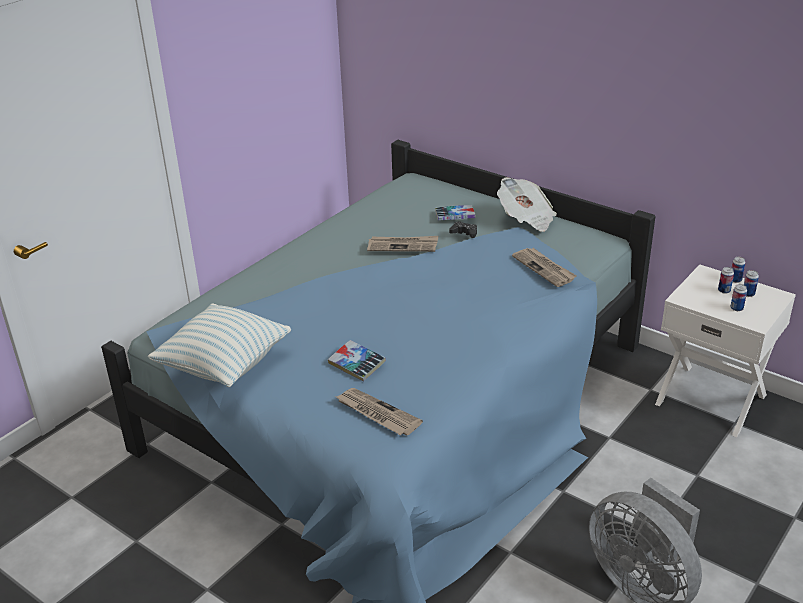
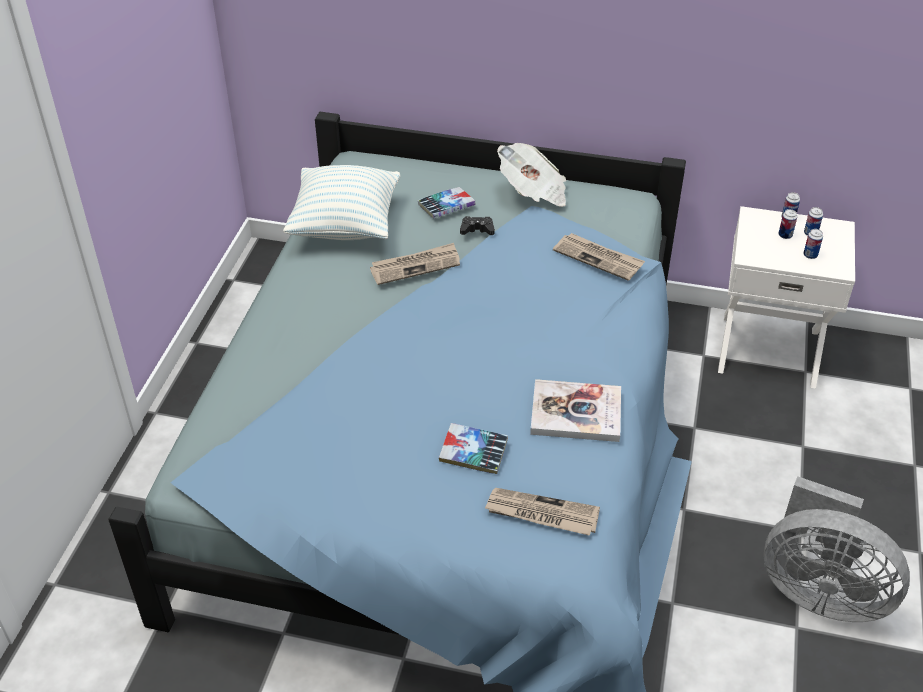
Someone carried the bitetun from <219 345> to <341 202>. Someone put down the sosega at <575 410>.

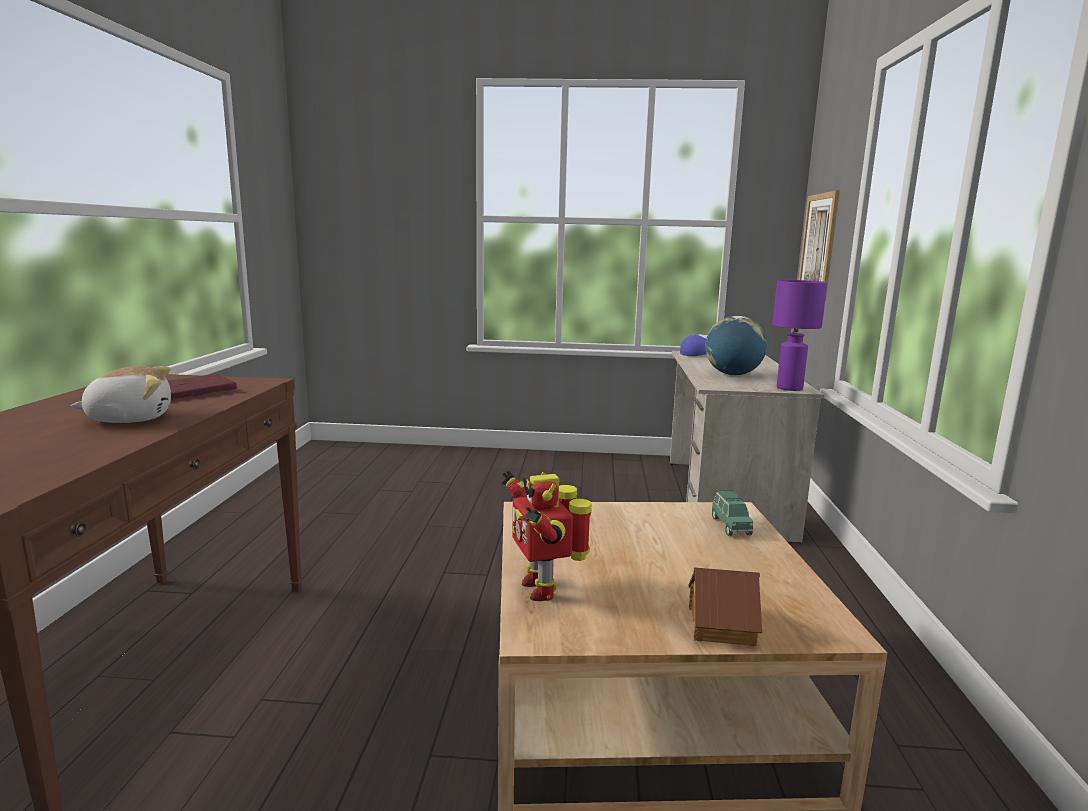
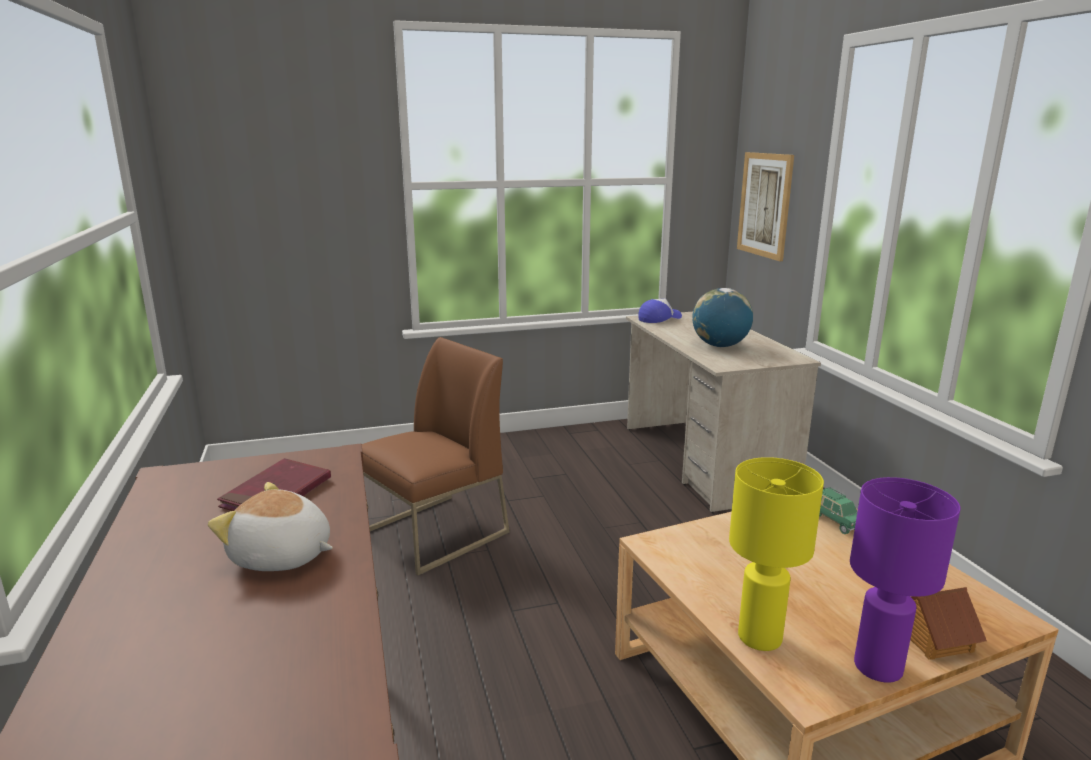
Someone rotated the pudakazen at <121 394> by 120 degrees counterclockwise. Someone put down the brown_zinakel at <435 456>. Someone swapped the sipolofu at <546 536> for the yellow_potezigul at <776 554>. Someone carried the purple_potezigul from <800 335> to <905 580>.

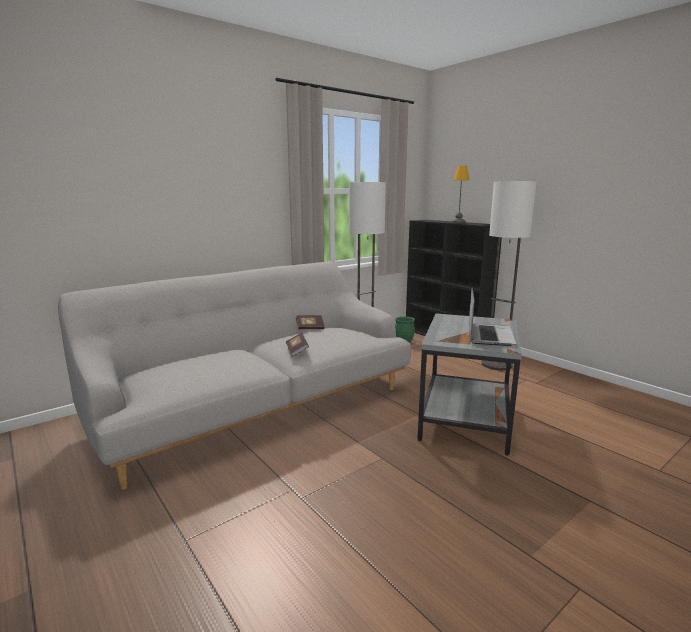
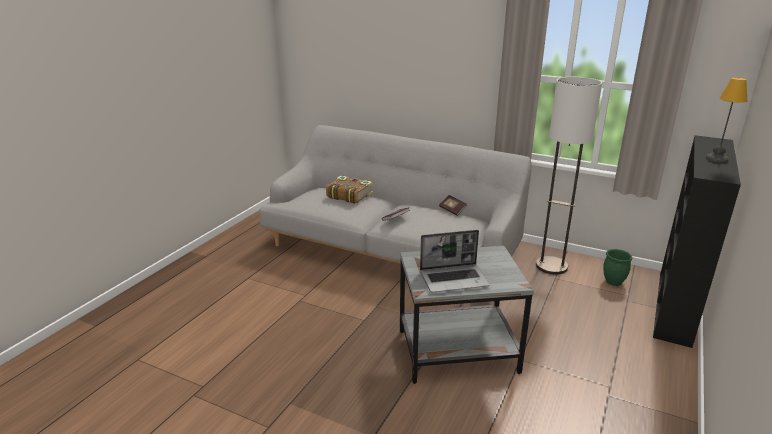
Someone put down the sosega at <349 189>. Someone took away the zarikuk at <509 275>.

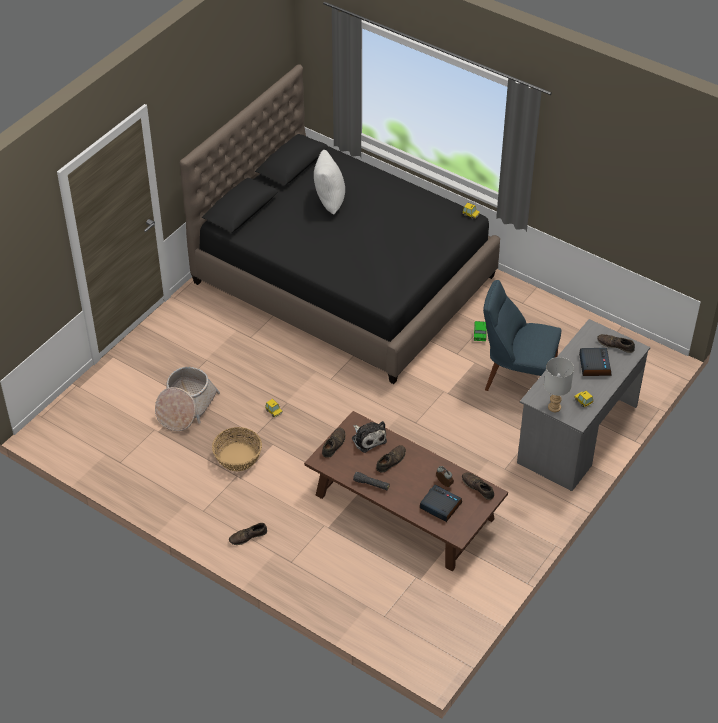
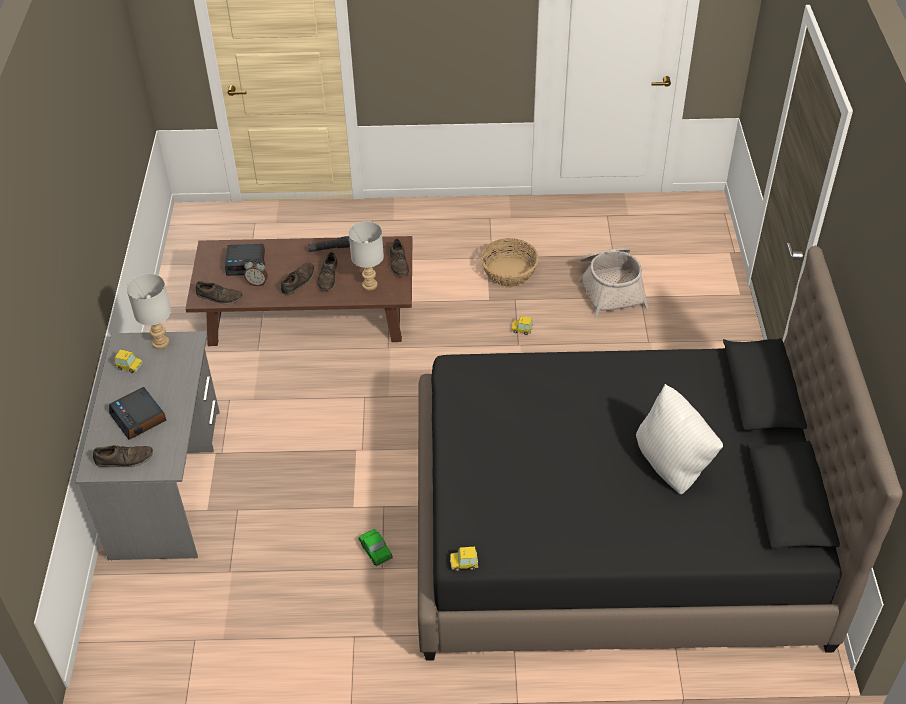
Someone carried the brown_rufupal from <248 534> to <297 278>. Someone swapped the pudakazen at <369 437> for the grey_potezigul at <366 256>. Someone took away the blue_zinakel at <522 335>.

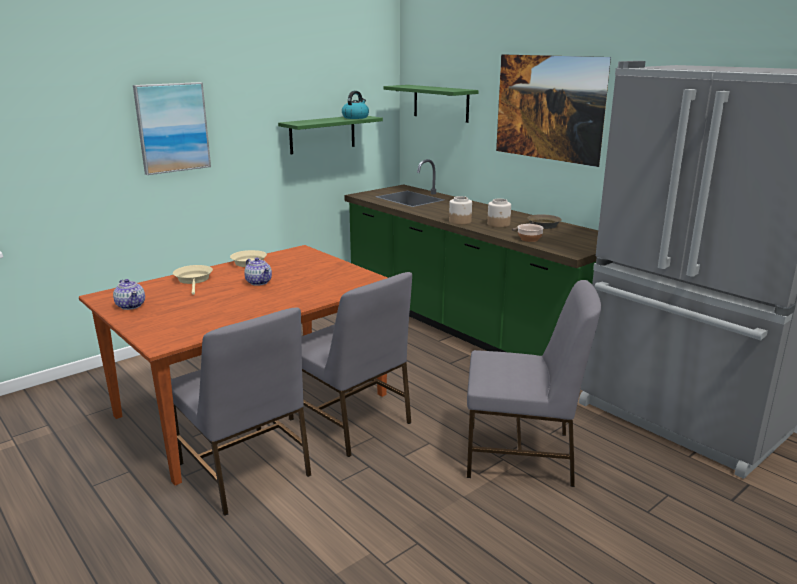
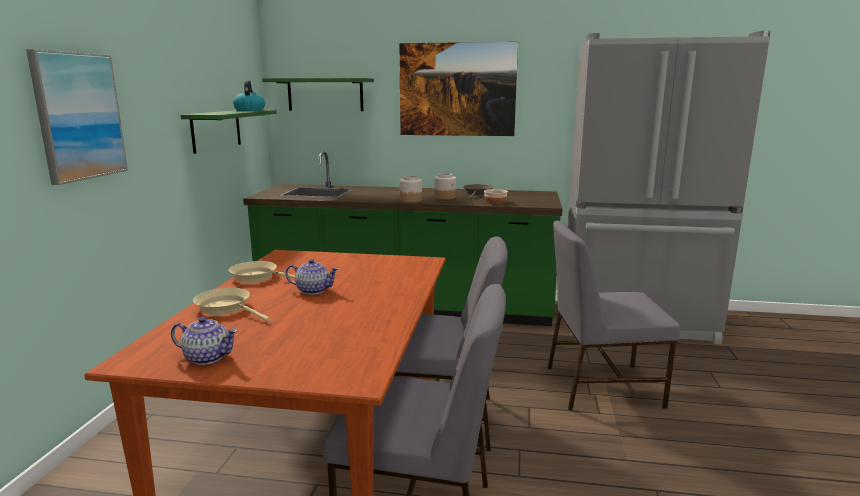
Someone rotated the grey_zinakel at <534 383> by 150 degrees counterclockwise.

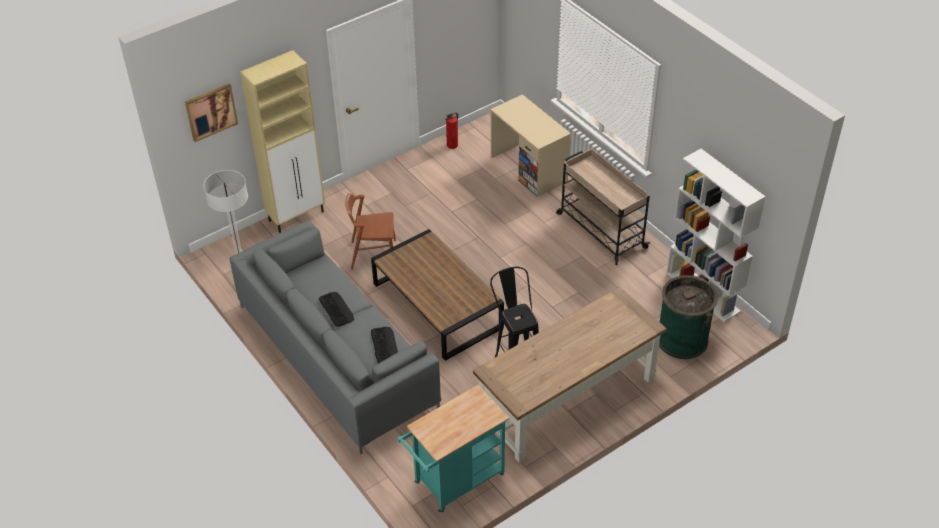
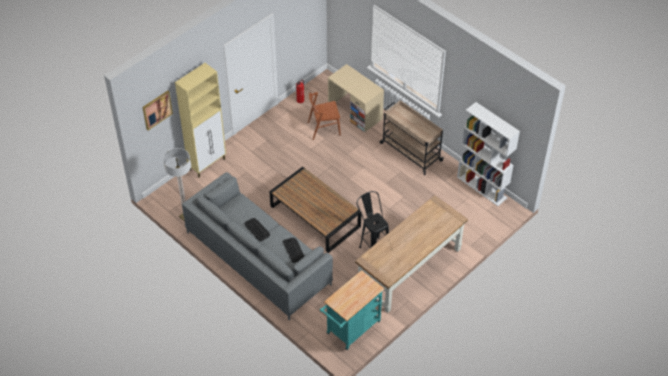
Someone carried the brown_zinakel from <370 231> to <324 116>. Someone took away the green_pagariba at <688 317>.

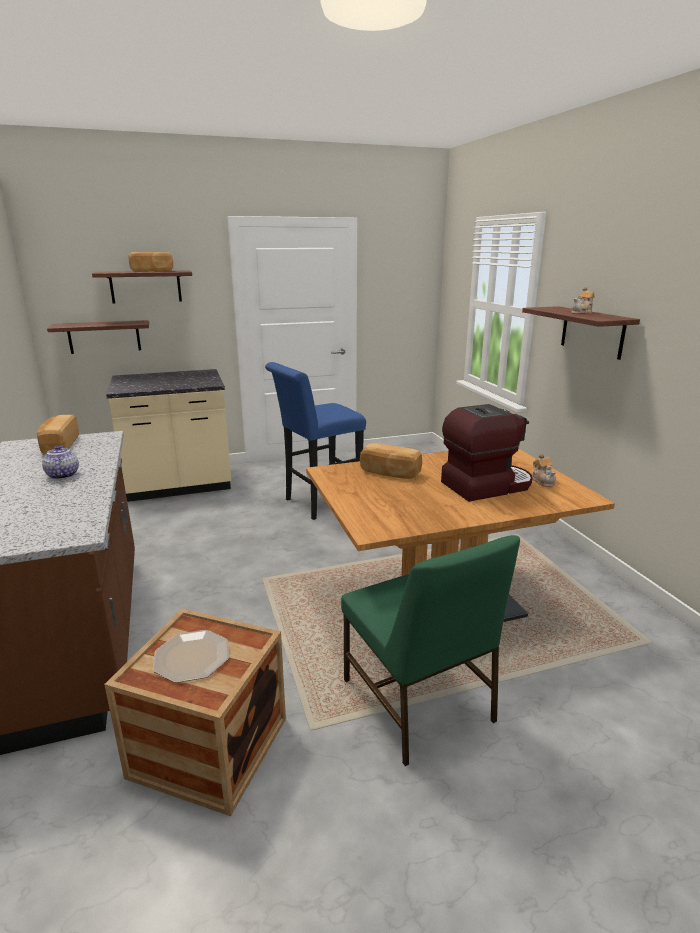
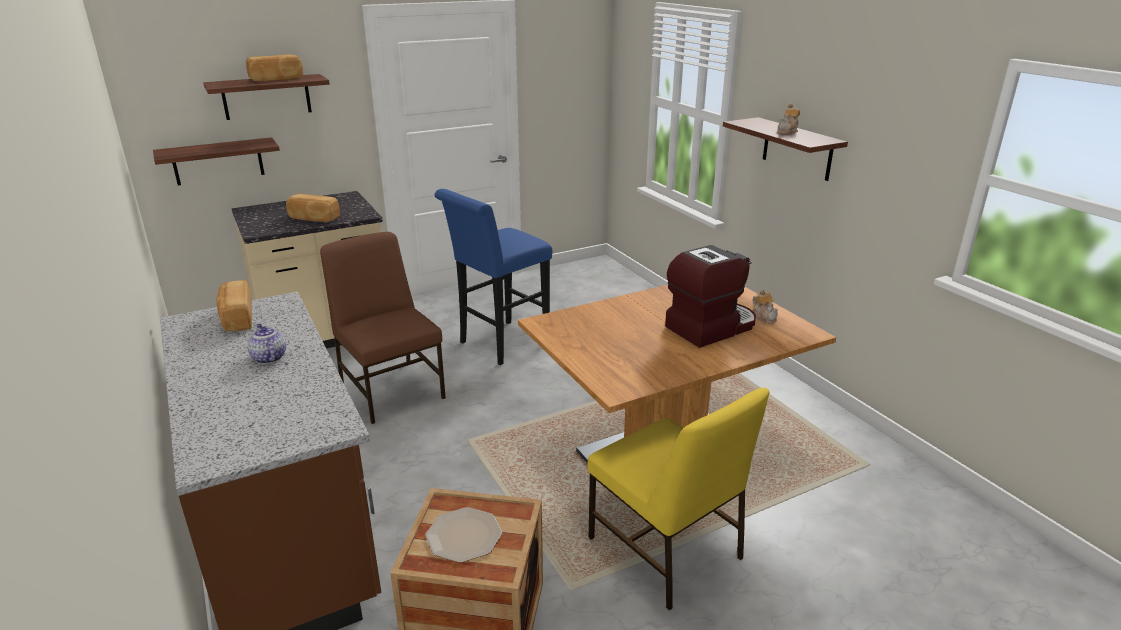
Someone carried the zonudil from <391 460> to <313 208>. Someone put down the brown_zinakel at <383 328>. Someone repainted the green_zinakel at <430 650>, which became the yellow_zinakel at <678 499>.

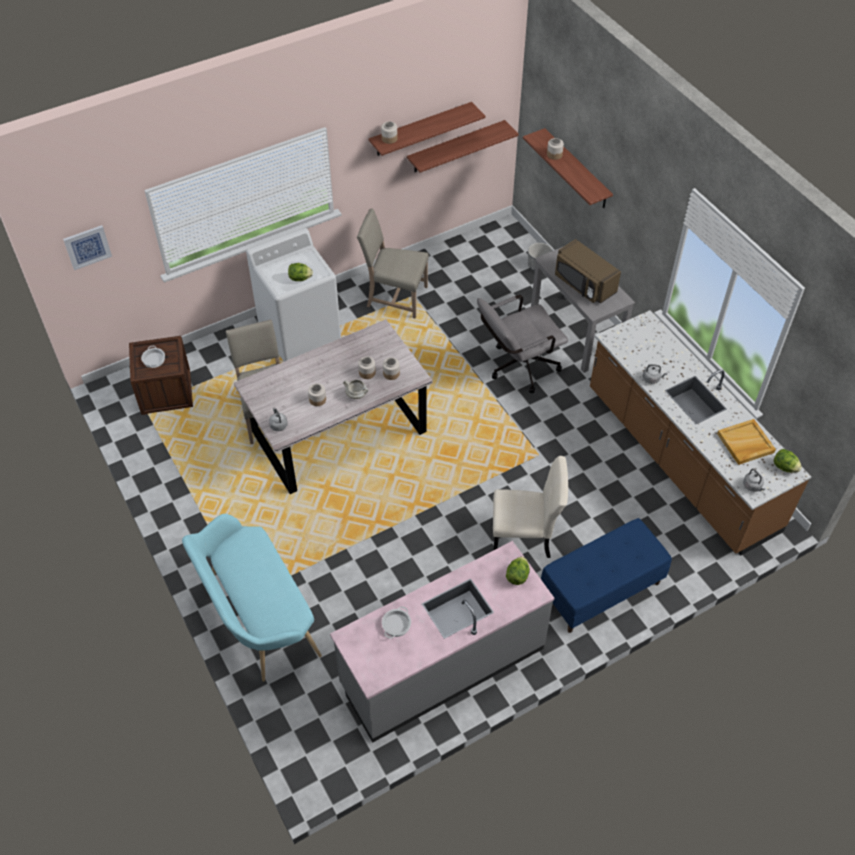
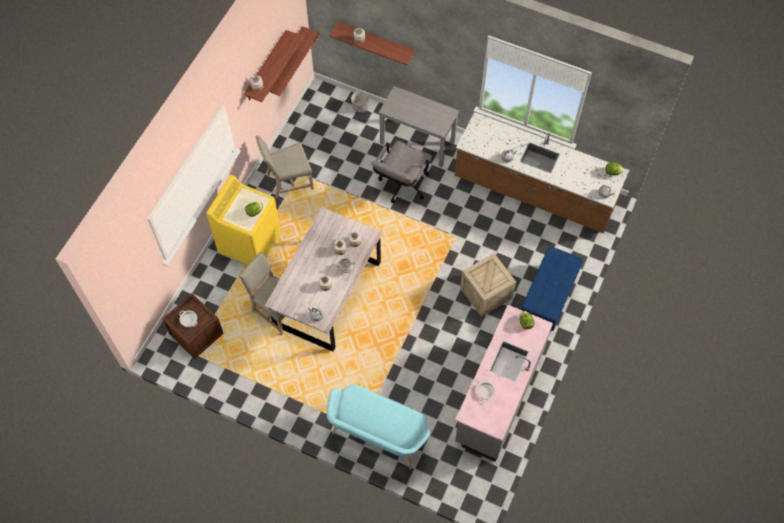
Someone repainted the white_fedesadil at <293 295>, which became the yellow_fedesadil at <244 220>. Someone swapped the beige_zinakel at <530 507> for the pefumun at <488 285>. Someone took away the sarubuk at <87 247>. Someone took away the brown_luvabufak at <588 271>. Someone took away the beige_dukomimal at <746 442>.

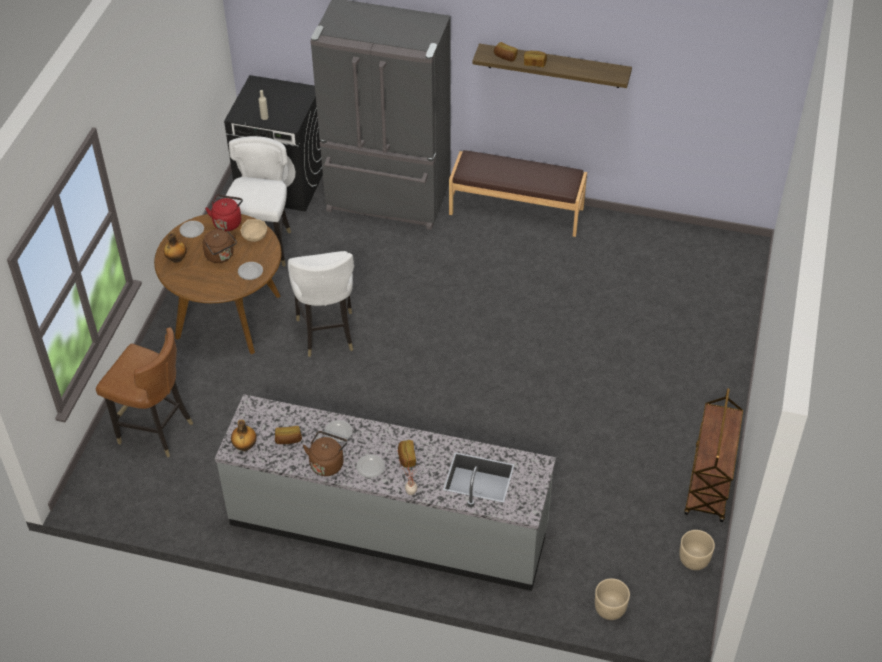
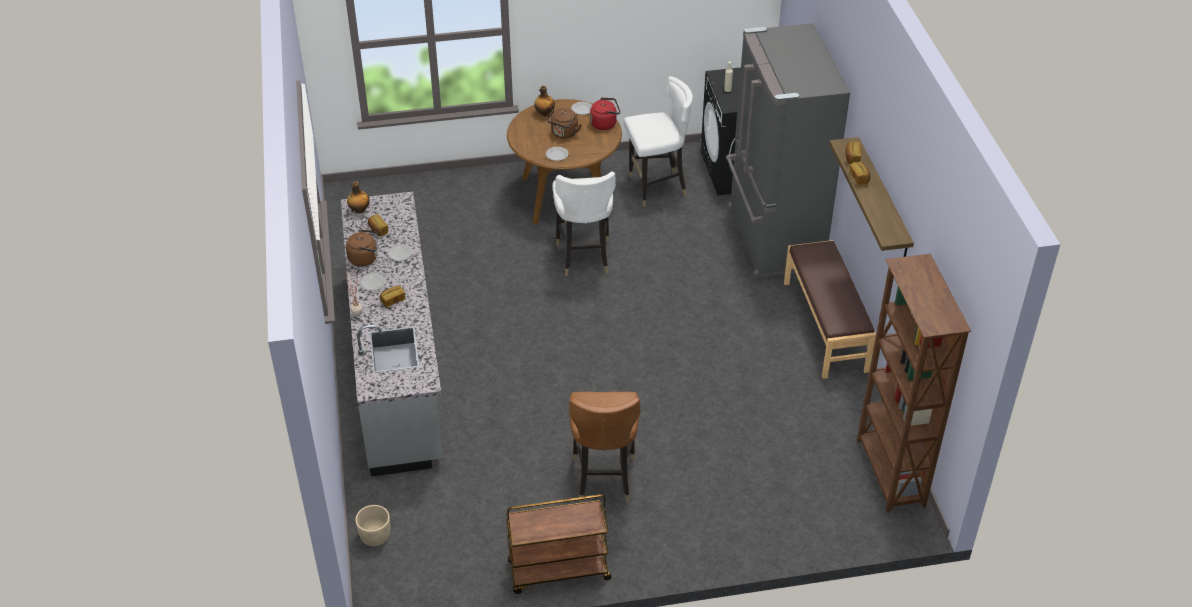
Someone rotated the white_zinakel at <321 304> by 60 degrees counterclockwise. Someone carried the brown_zinakel from <144 392> to <605 447>. Someone put down the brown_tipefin at <914 383>. Someone took away the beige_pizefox at <253 230>. Someone took away the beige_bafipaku at <697 550>.

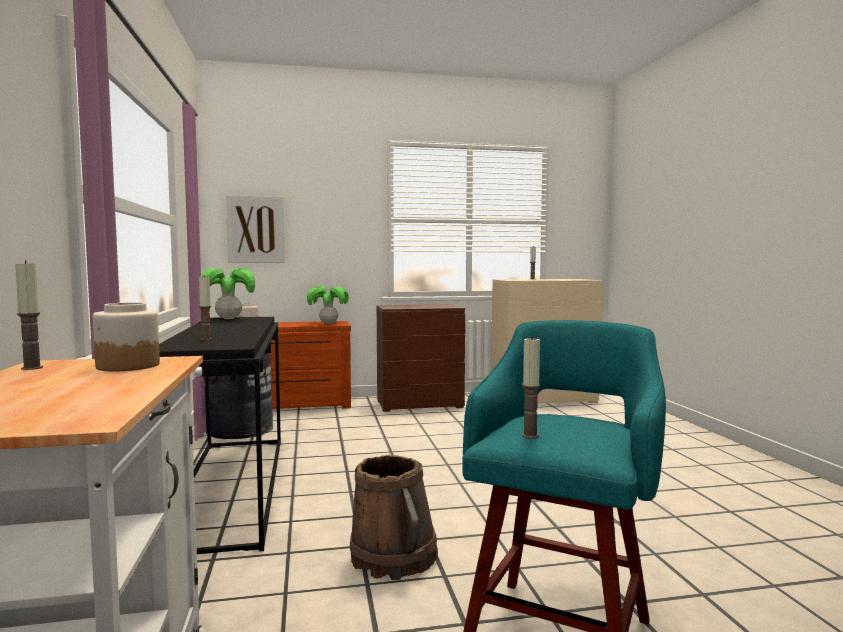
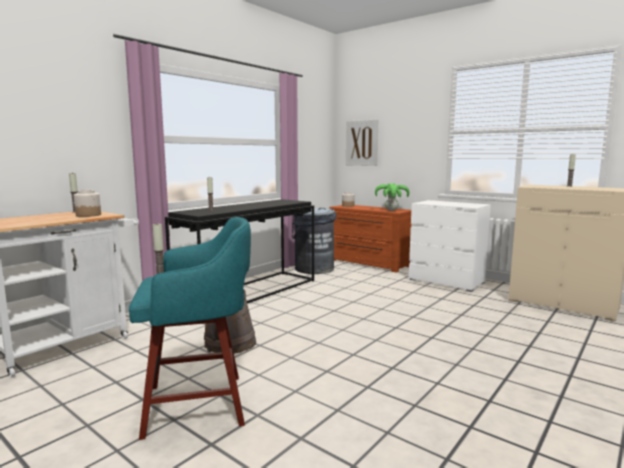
Someone repainted the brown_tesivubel at <421 358>, which became the white_tesivubel at <450 246>. Someone took away the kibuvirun at <228 293>.

